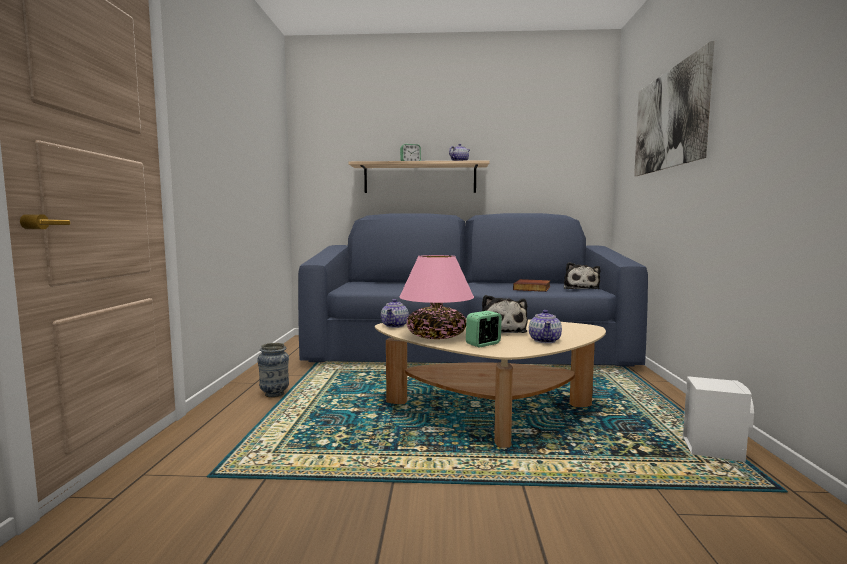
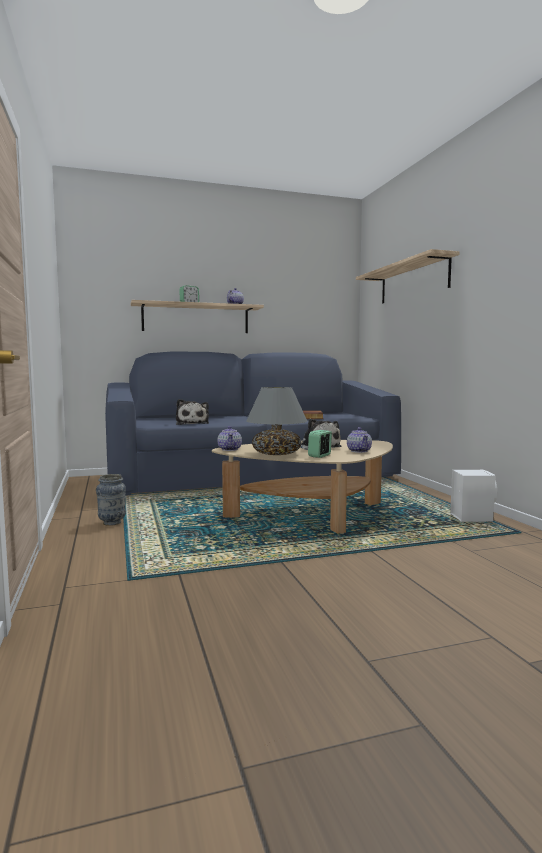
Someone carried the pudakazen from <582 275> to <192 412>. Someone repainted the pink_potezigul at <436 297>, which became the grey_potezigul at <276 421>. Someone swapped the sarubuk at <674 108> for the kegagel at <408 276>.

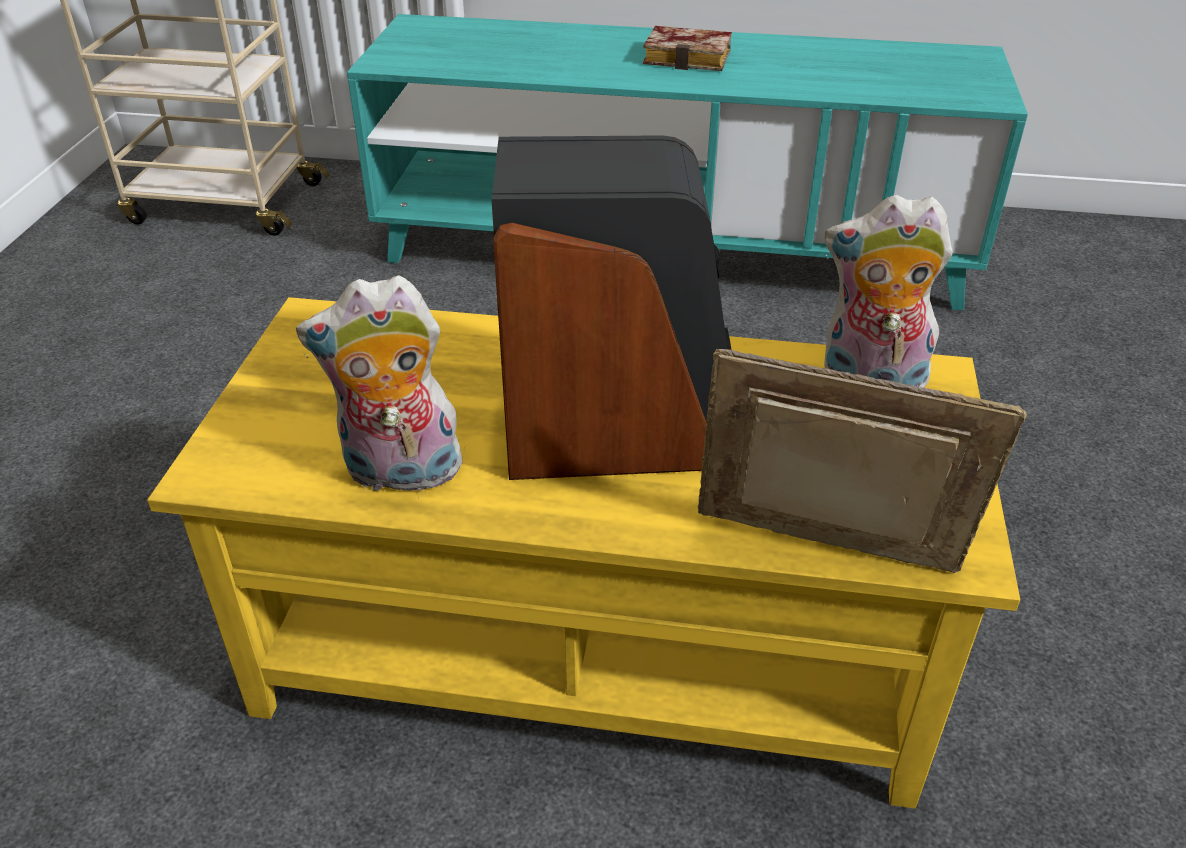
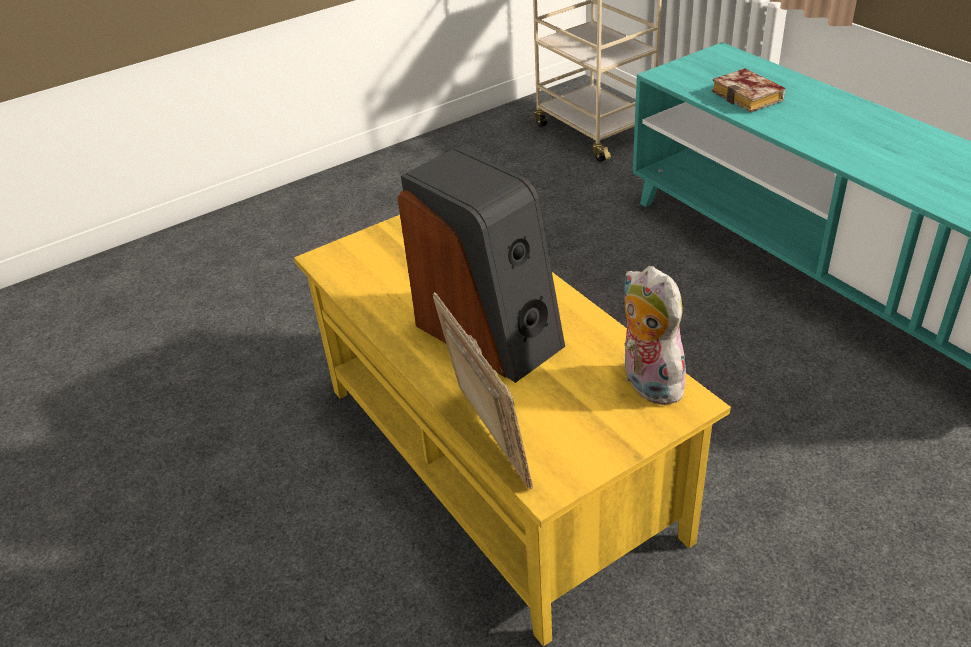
Someone carried the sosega from <687 48> to <749 90>. Someone took away the pudakazen at <382 386>.

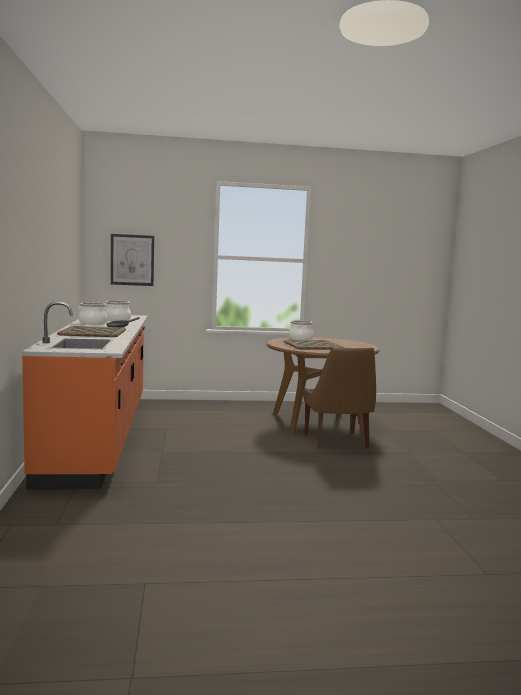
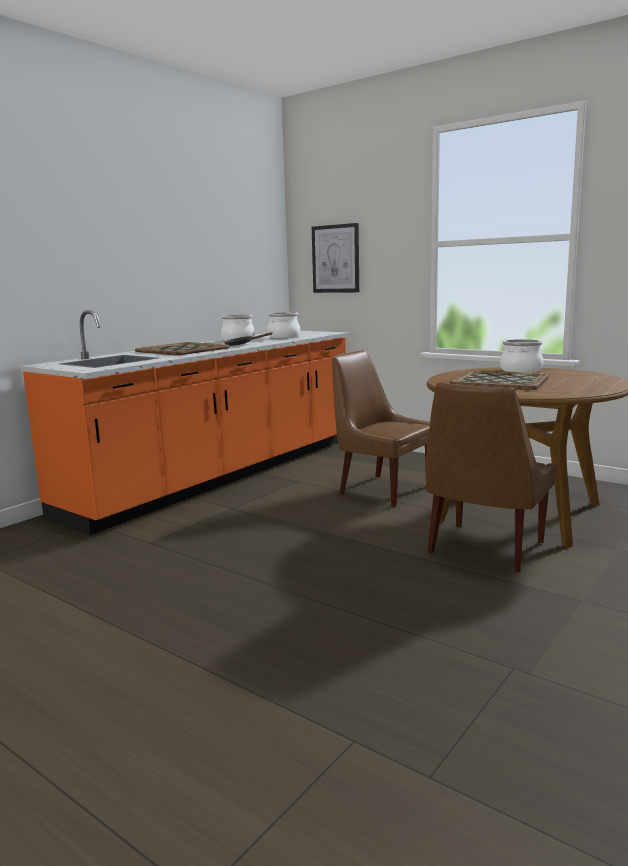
Someone put down the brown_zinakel at <381 429>.

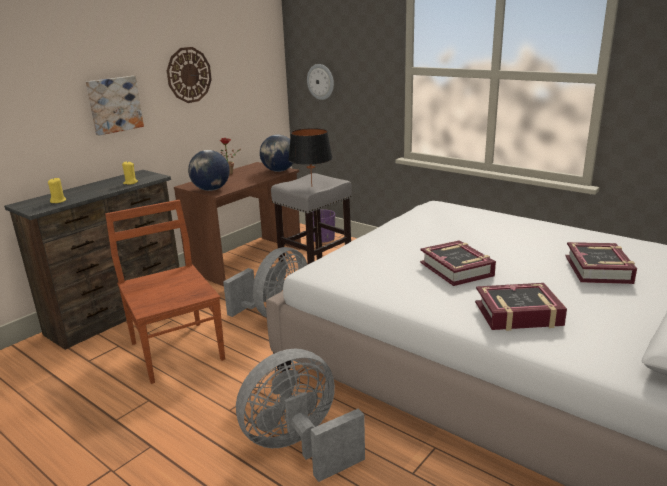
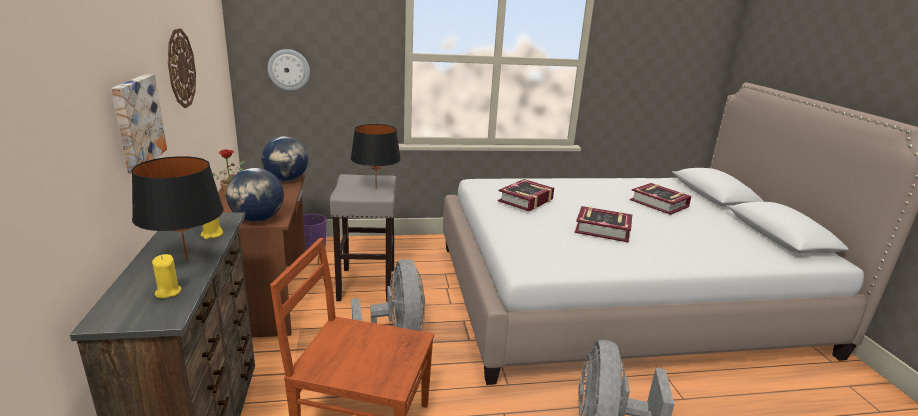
Someone put down the black_potezigul at <177 208>. Someone carried the sosega from <521 307> to <526 195>.

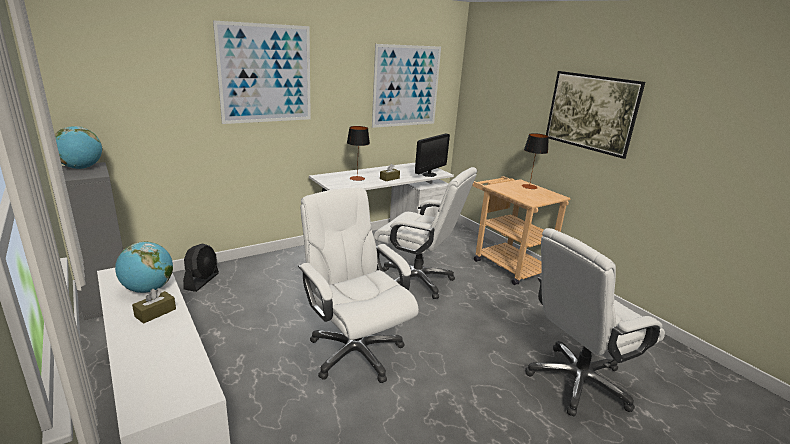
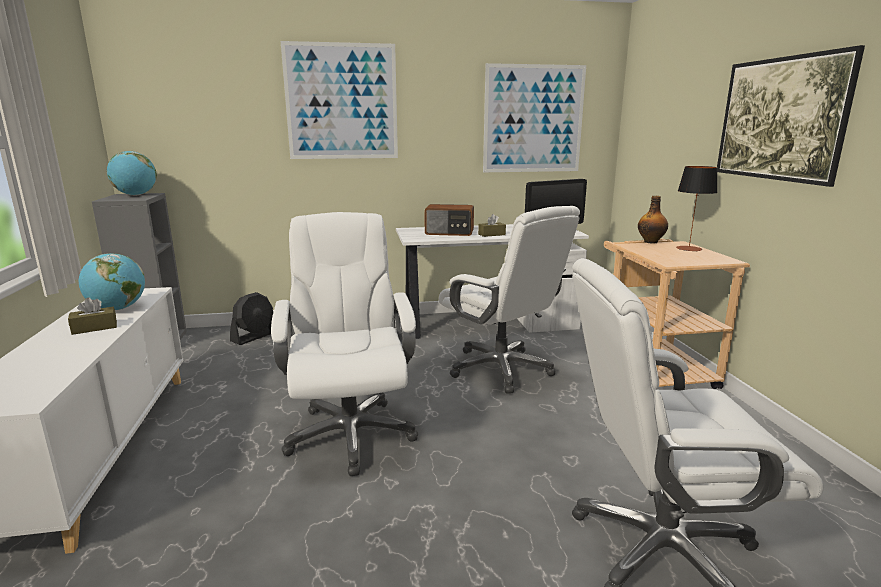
Someone swapped the potezigul at <358 153> for the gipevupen at <449 220>. Someone put down the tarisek at <653 220>.

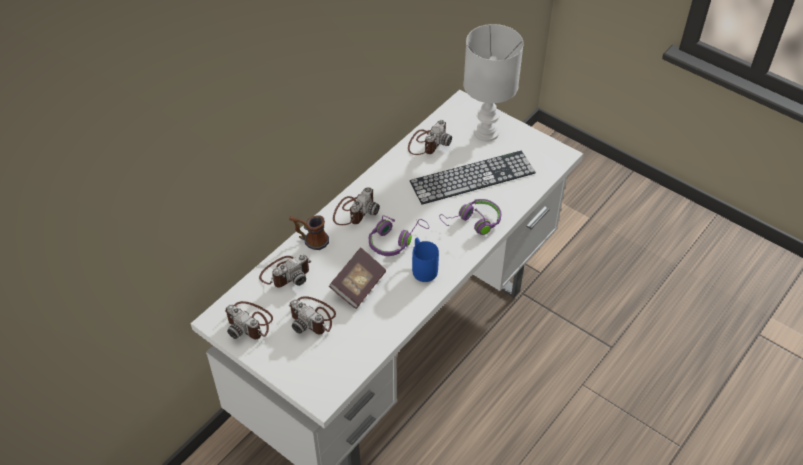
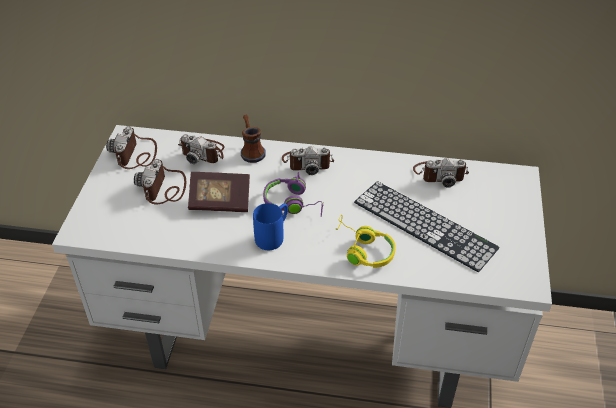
Someone repainted the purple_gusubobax at <470 217>, which became the yellow_gusubobax at <366 241>. Someone took away the white_potezigul at <493 83>.

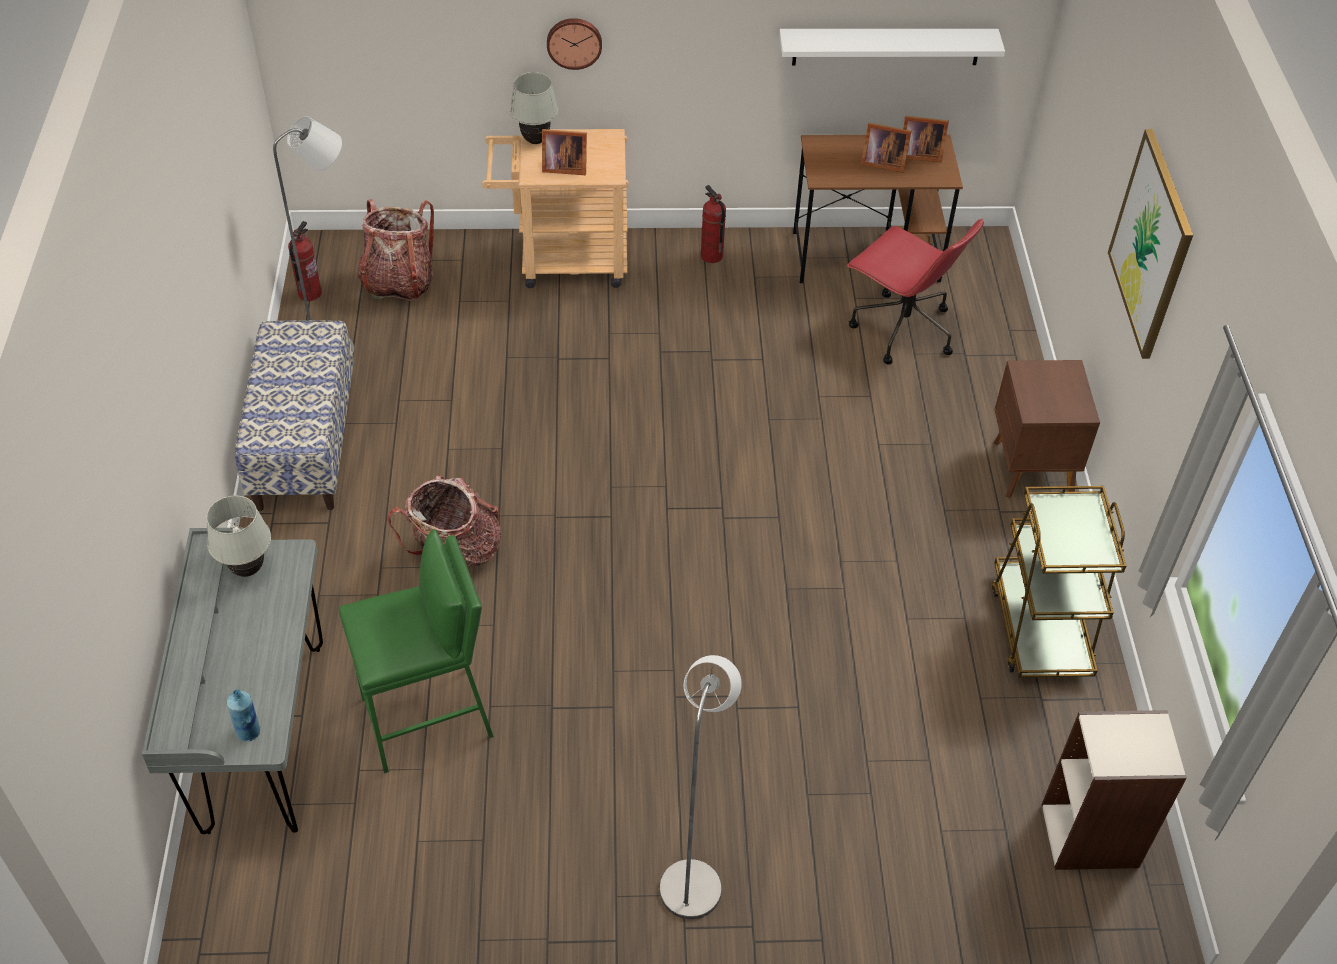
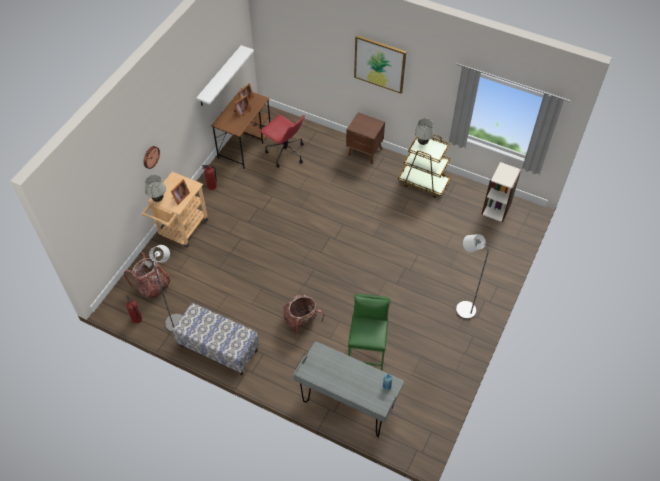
Someone rotated the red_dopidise at <915 292> by 60 degrees clockwise. Someone carried the white_potezigul from <238 536> to <424 131>.

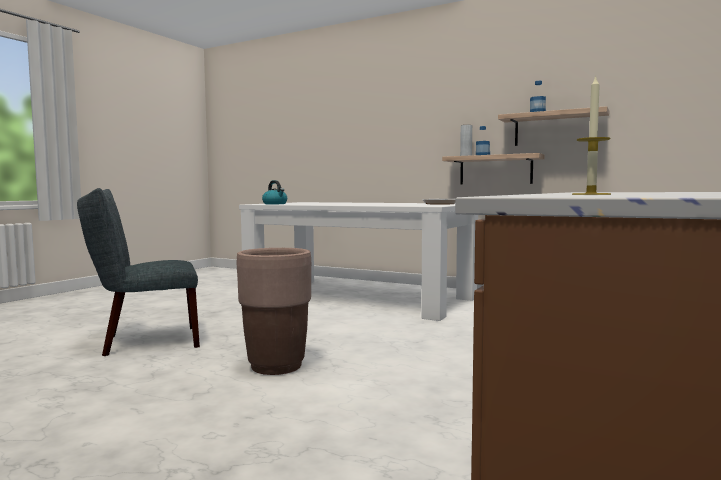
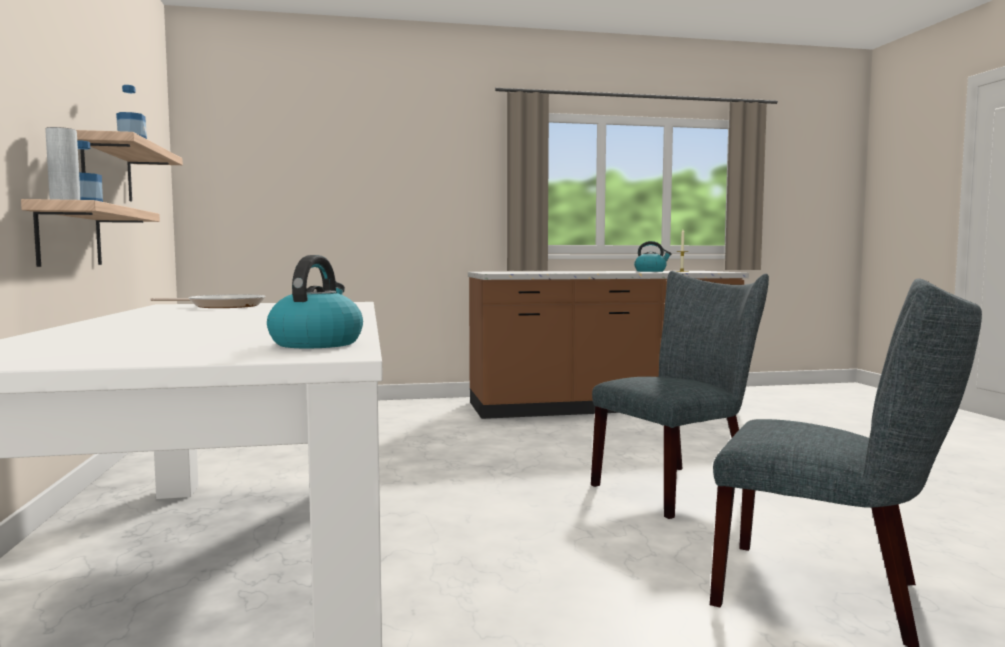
Someone swapped the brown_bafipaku at <274 311> for the grey_zinakel at <680 395>. Someone put down the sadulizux at <653 256>.

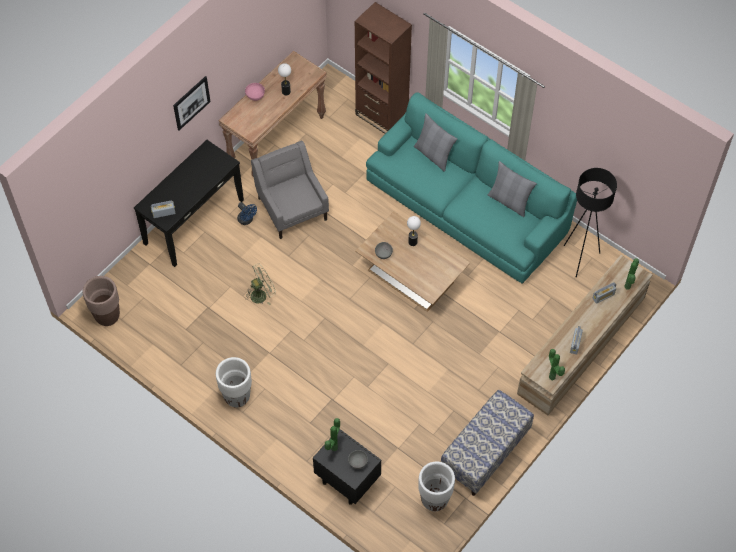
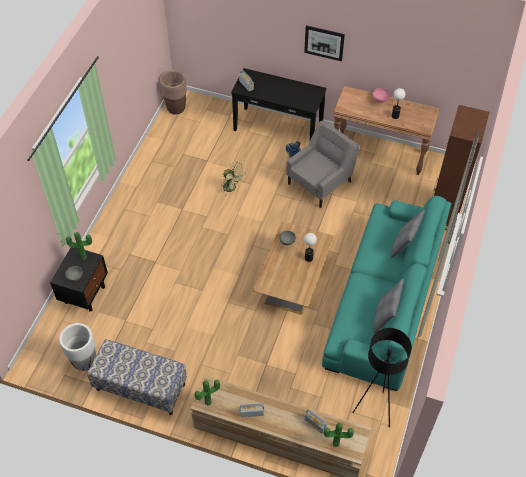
Someone took away the white_bafipaku at <234 382>.

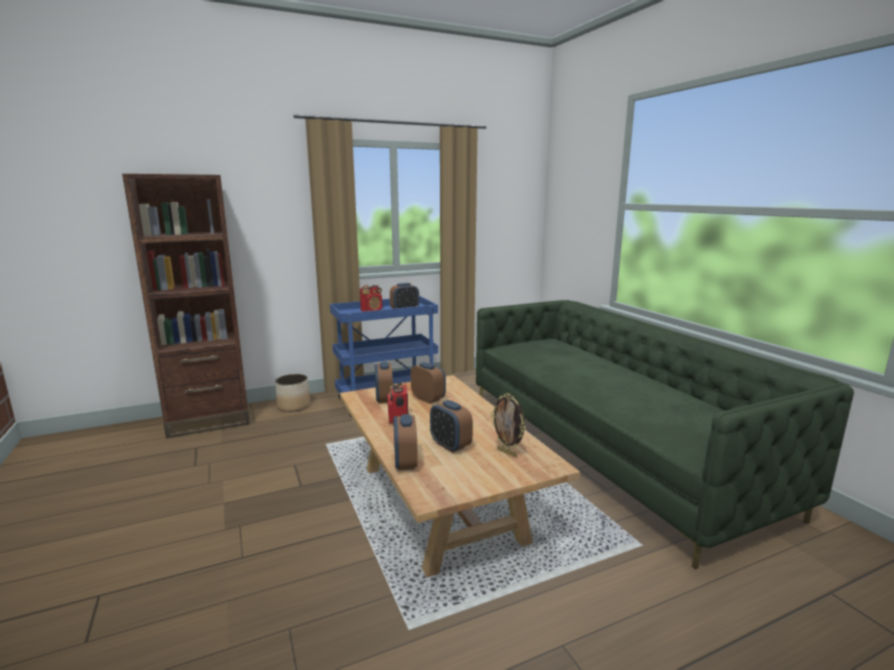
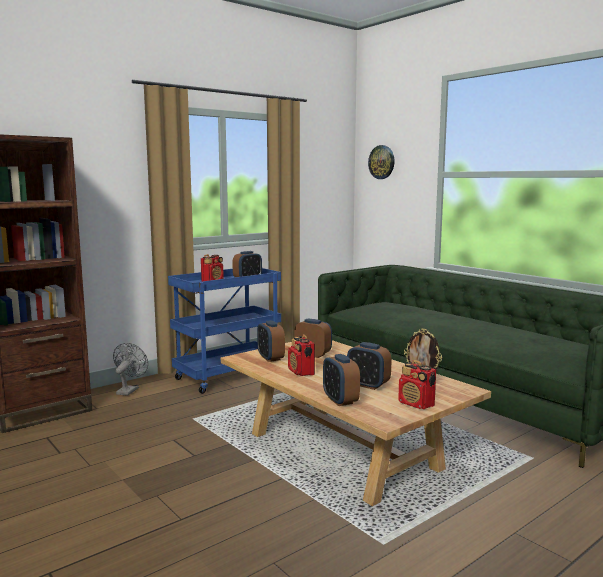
Someone swapped the bafipaku at <292 393> for the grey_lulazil at <130 369>. Someone put up the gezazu at <381 162>. Someone put down the gipevupen at <417 384>.

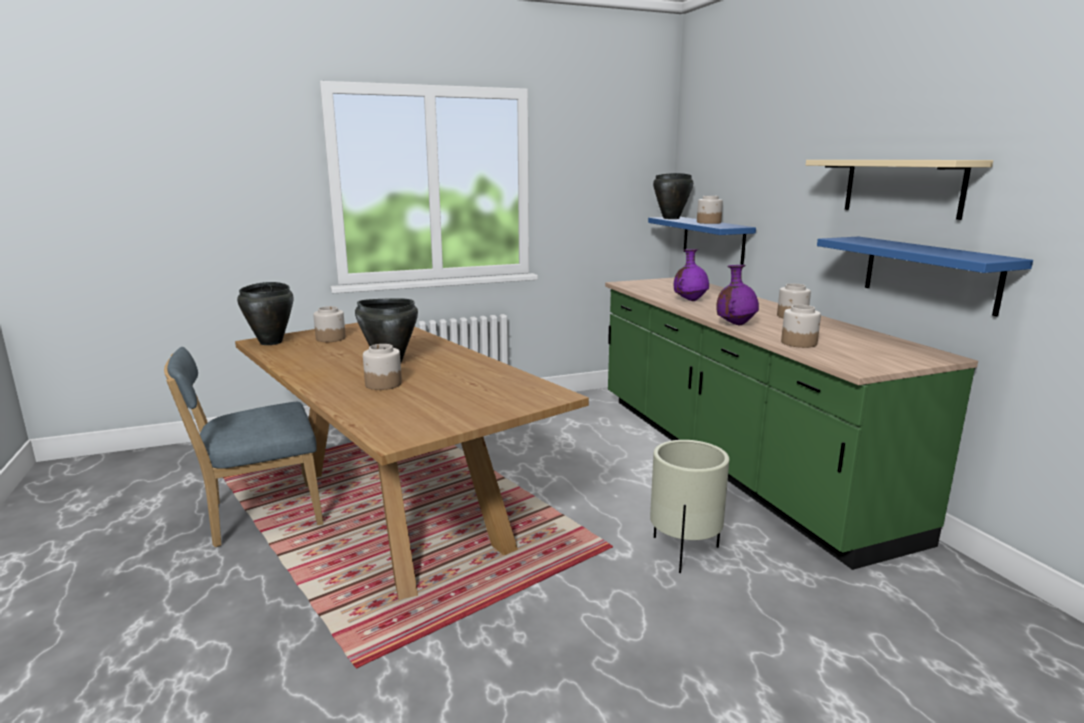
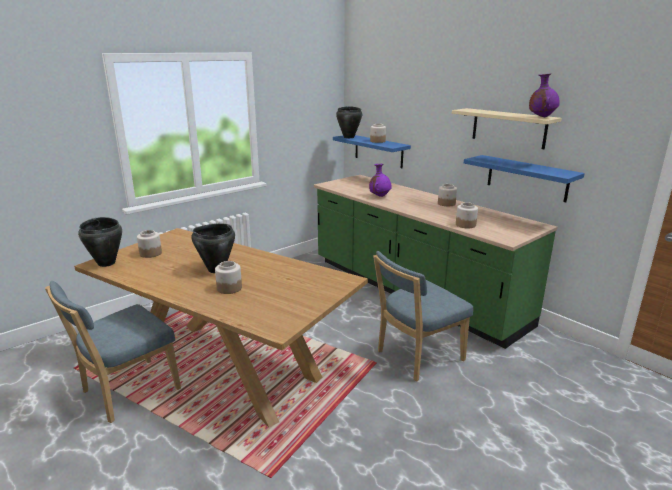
Someone swapped the beige_bafipaku at <689 506> for the blue_zinakel at <423 316>. Someone carried the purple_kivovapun from <737 295> to <544 95>.

